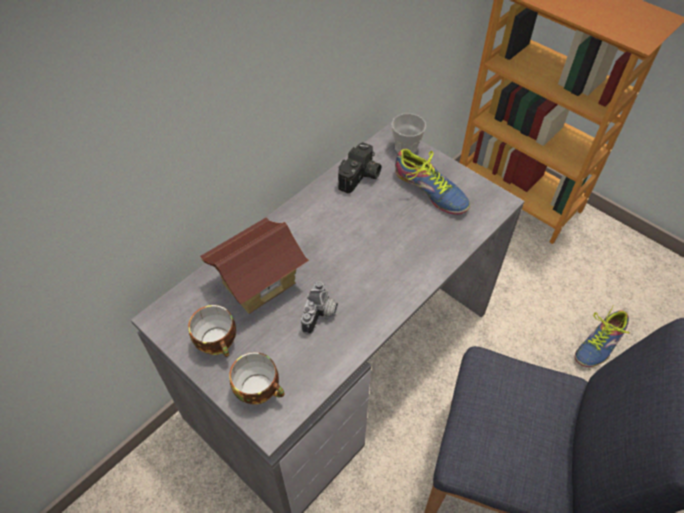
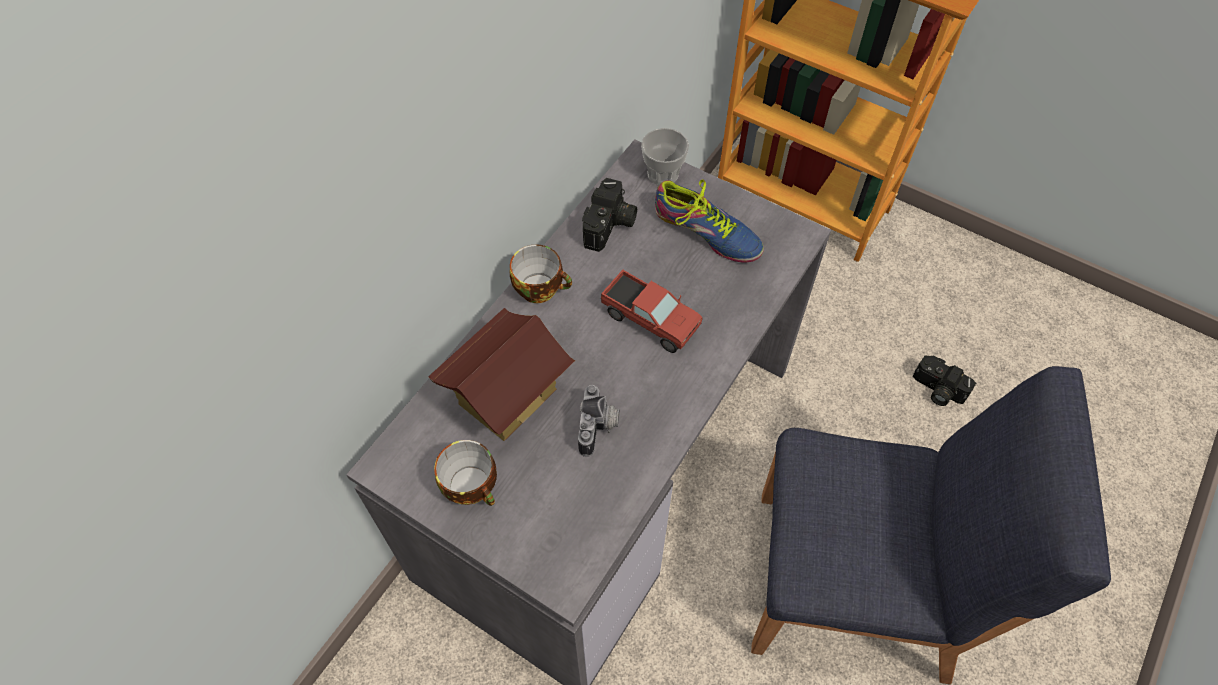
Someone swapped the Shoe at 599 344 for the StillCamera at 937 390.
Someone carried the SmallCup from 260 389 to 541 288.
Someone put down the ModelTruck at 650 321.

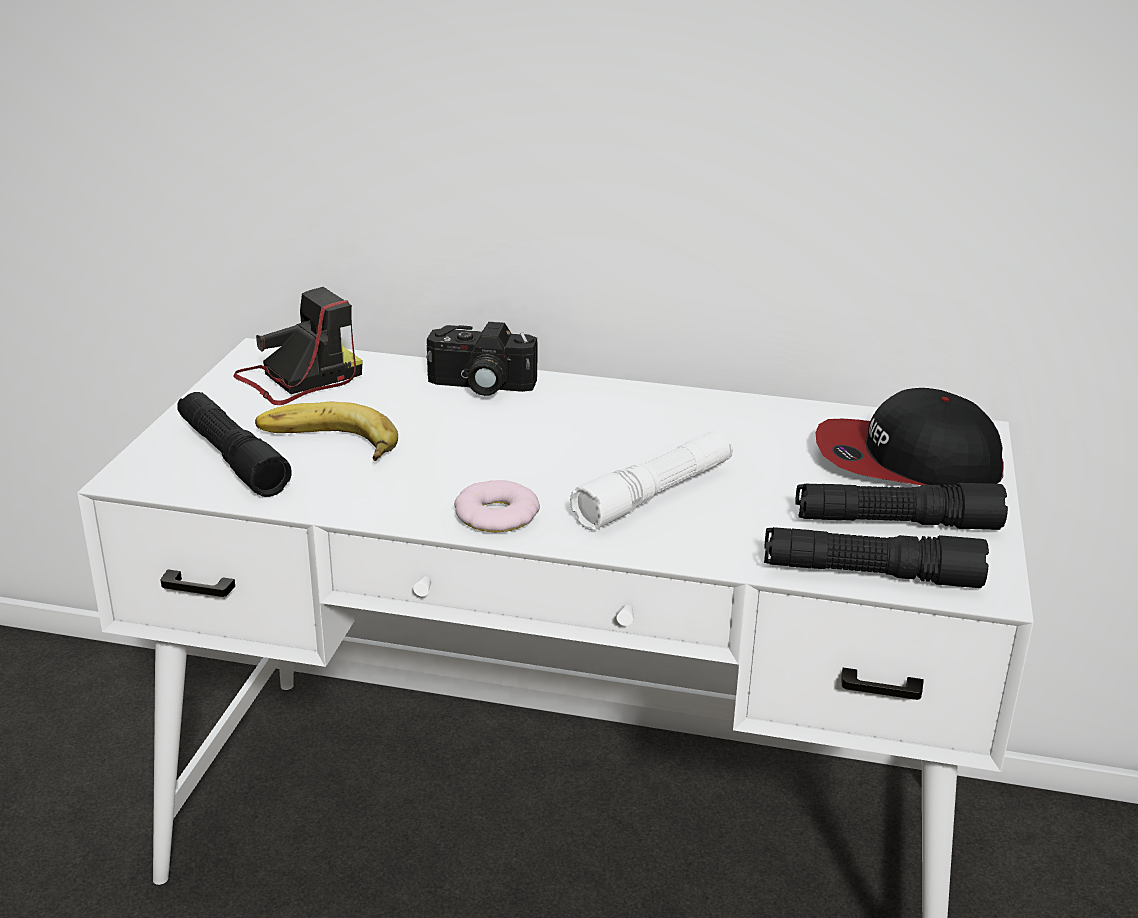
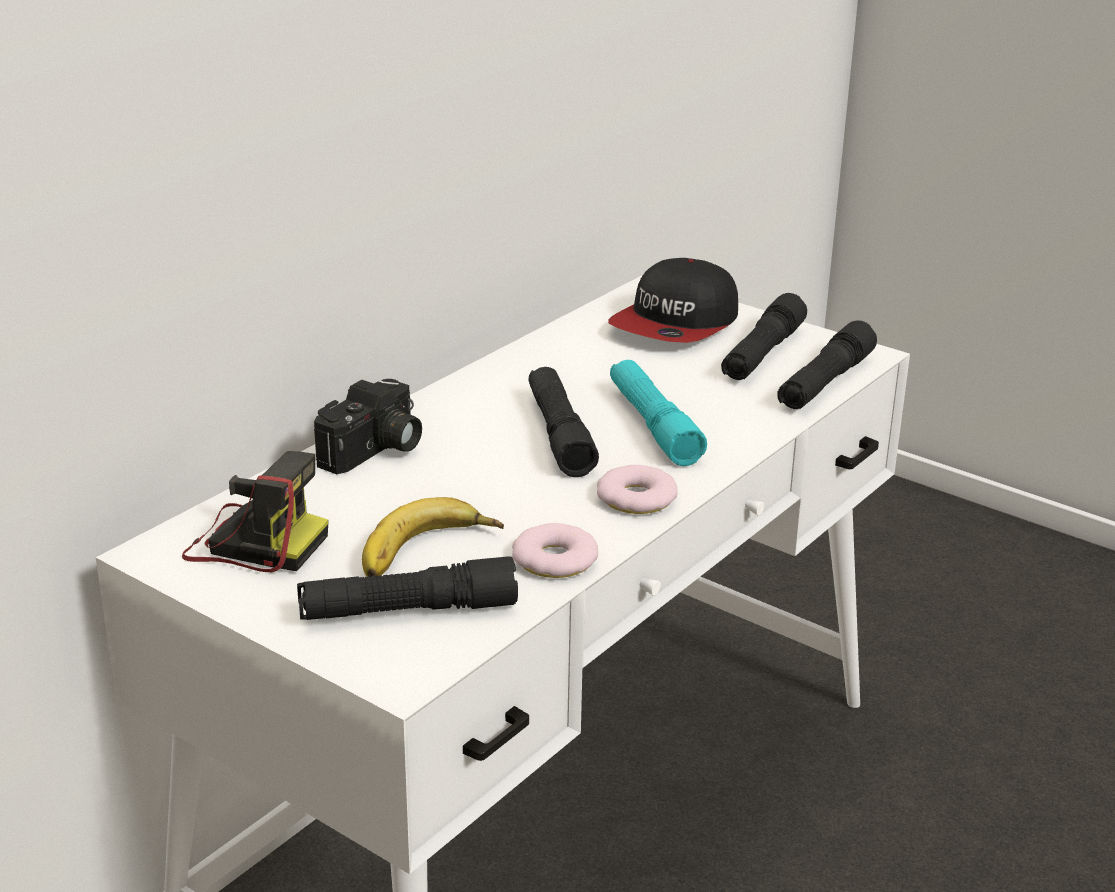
Someone rotated the StillCamera at 298 379 by 120 degrees clockwise.
Someone repainted the WhiteFlashlight at 655 494, which became the TurquoiseFlashlight at 653 425.
Someone put down the BlackFlashlight at 559 434.
Someone put down the Donut at 554 560.

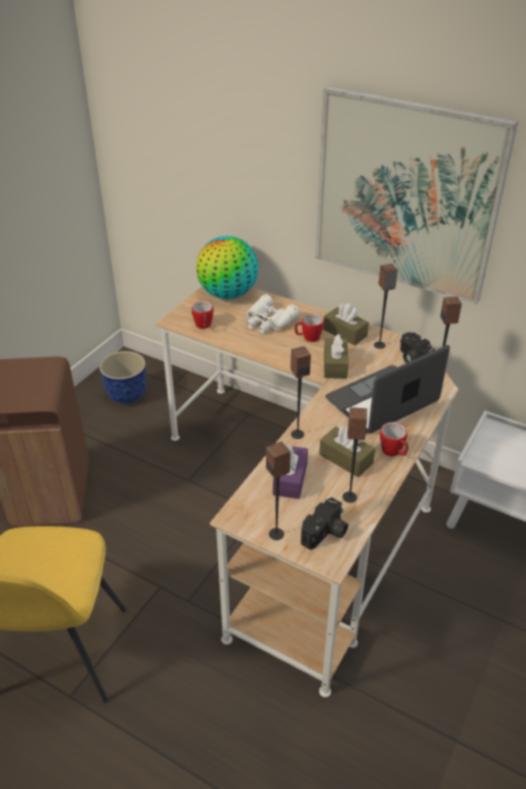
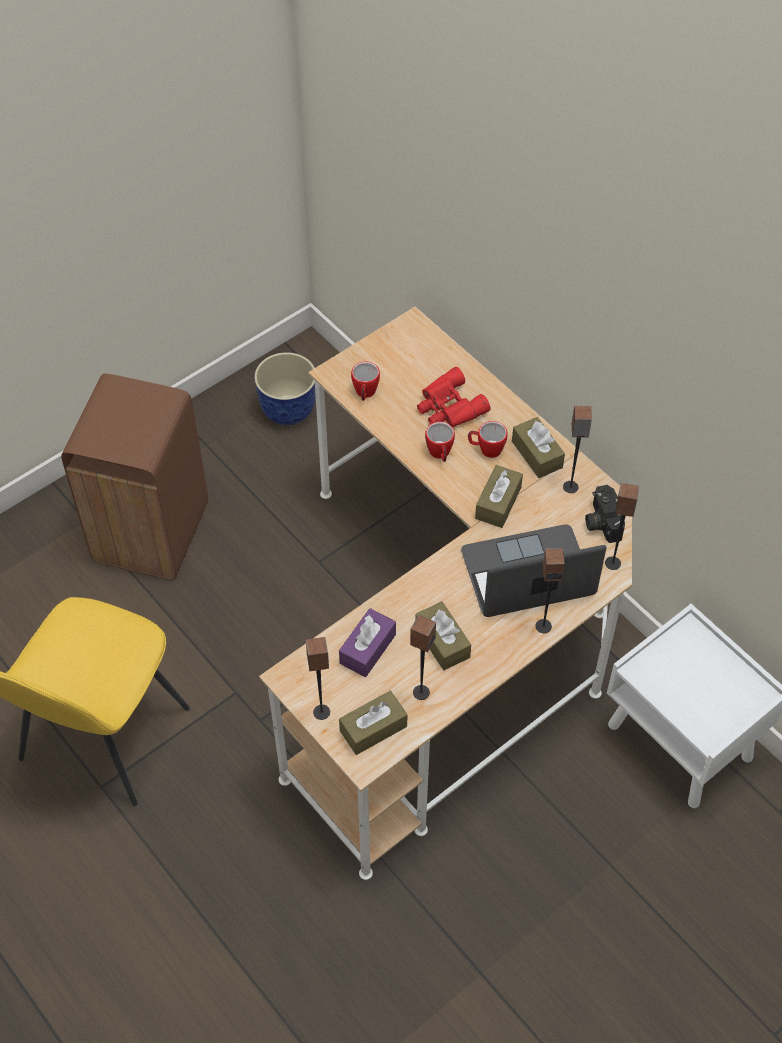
Someone took away the WallArt at 406 196.
Someone took away the DeskGlobe at 228 294.
Someone repainted the WhiteFieldGlasses at 268 321, which became the RedColouredFieldGlasses at 448 407.
Someone carried the Loudspeaker from 297 434 to 543 626.
Someone carried the Mug from 394 452 to 440 454.
Someone swapped the StillCamera at 325 533 for the BrownishTissueHolder at 373 728.

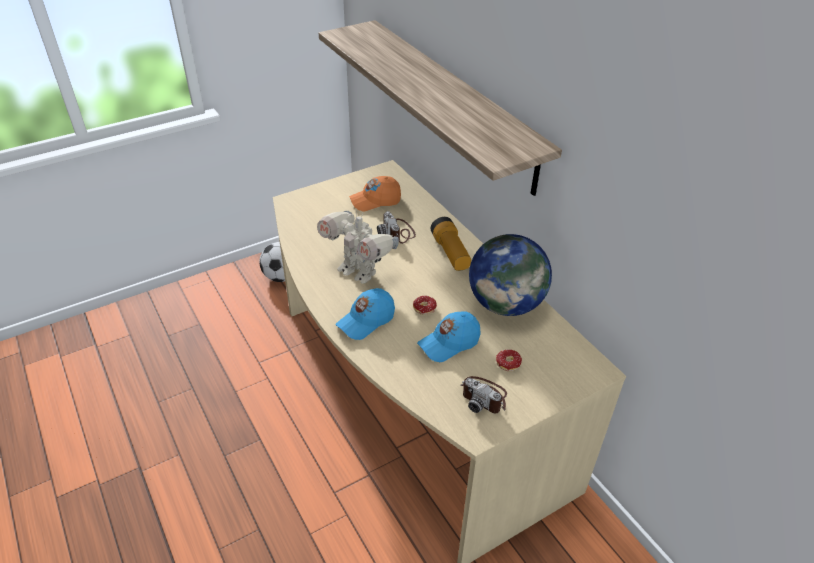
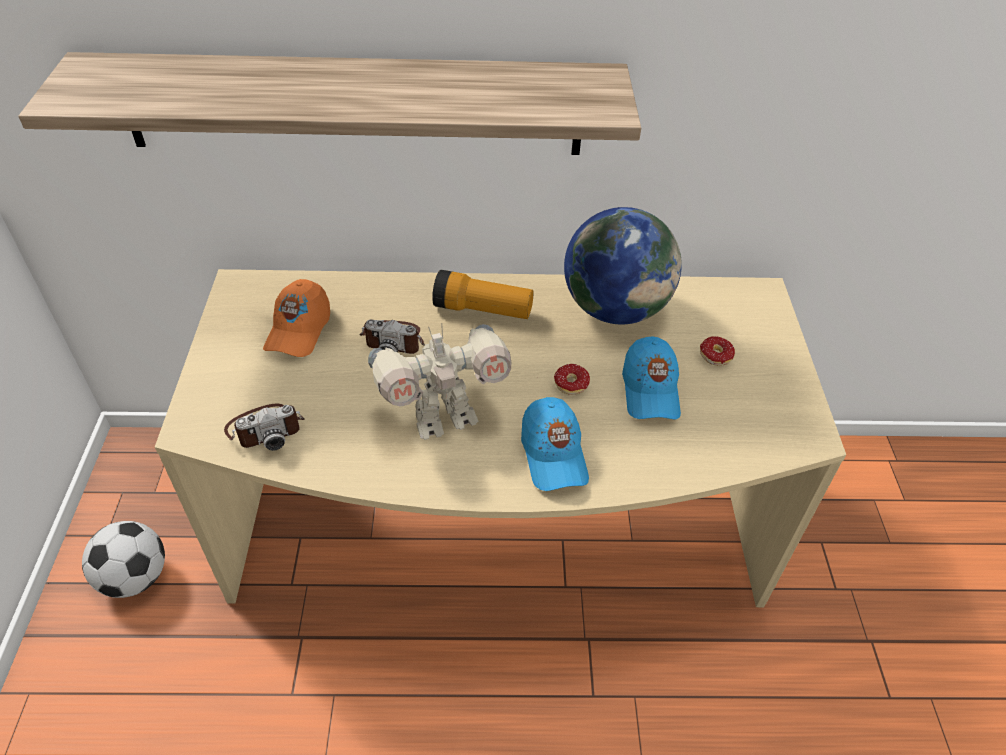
Someone carried the StillCamera from 484 396 to 265 428.

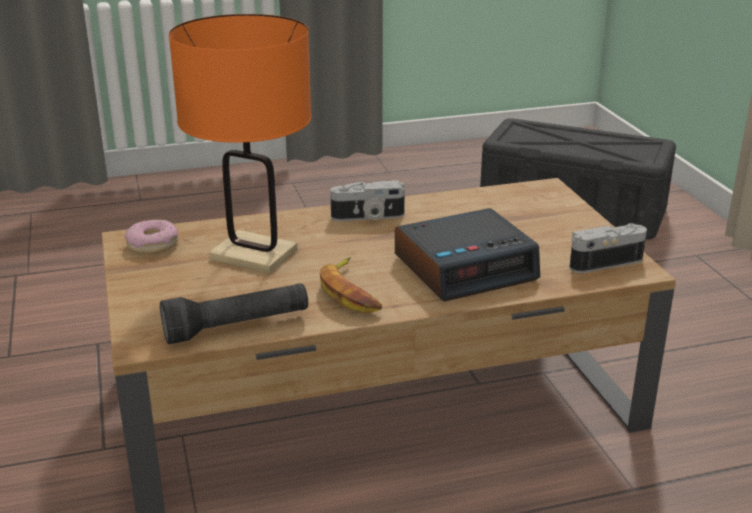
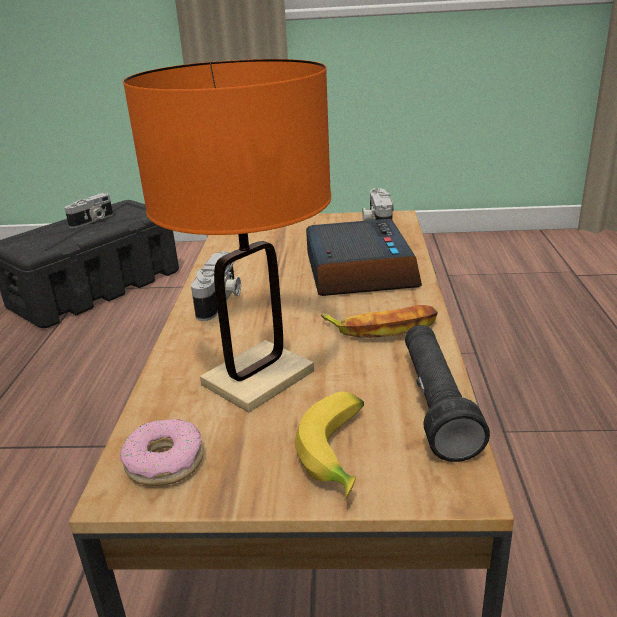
Someone put down the StillCamera at 93 220.
Someone put down the BananaFruit at 342 454.

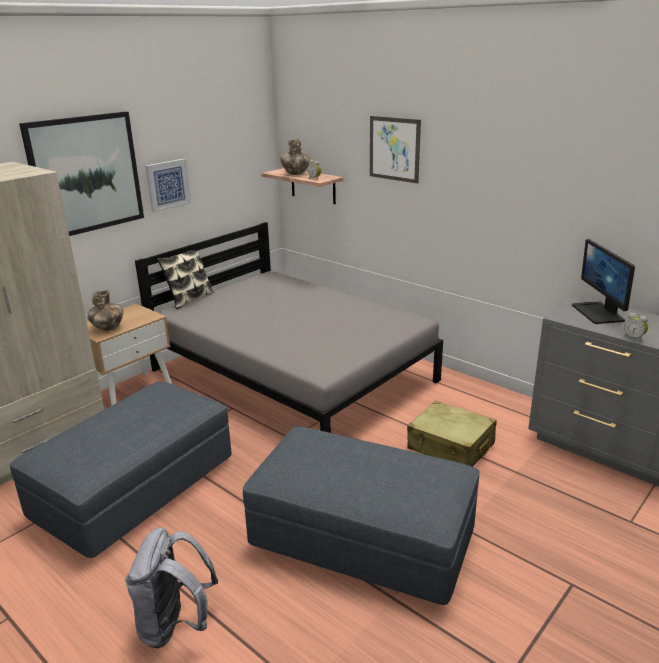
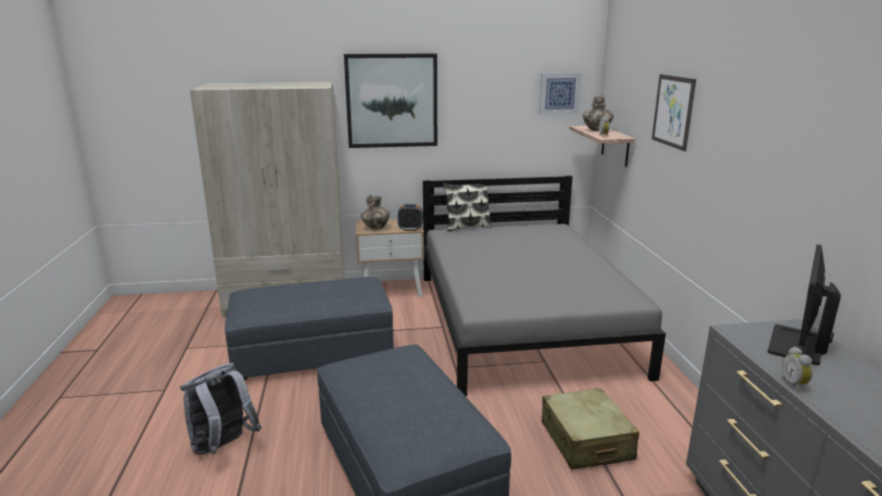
Someone carried the WallArt from 168 185 to 559 93.
Someone put down the AlarmClock at 410 229.

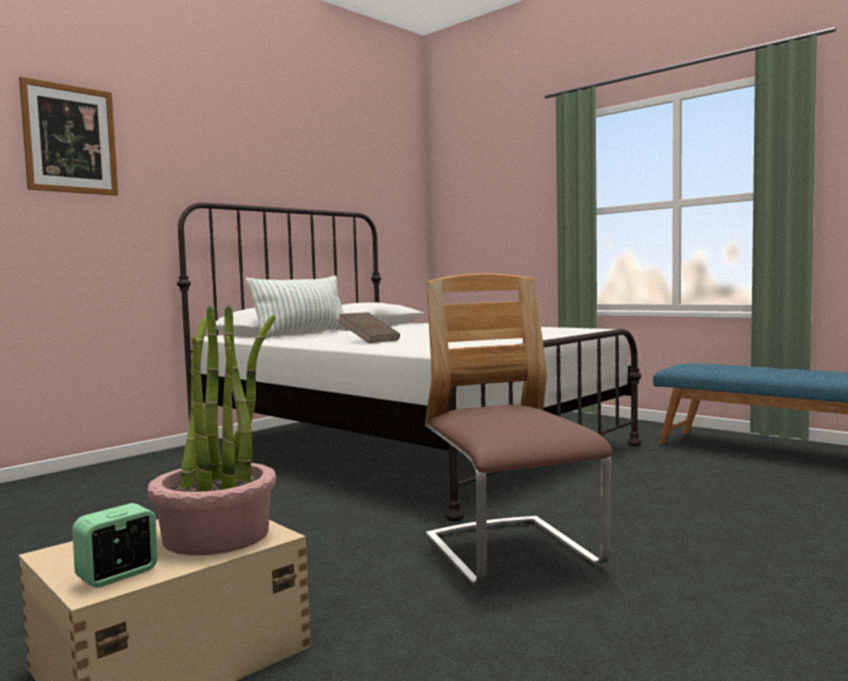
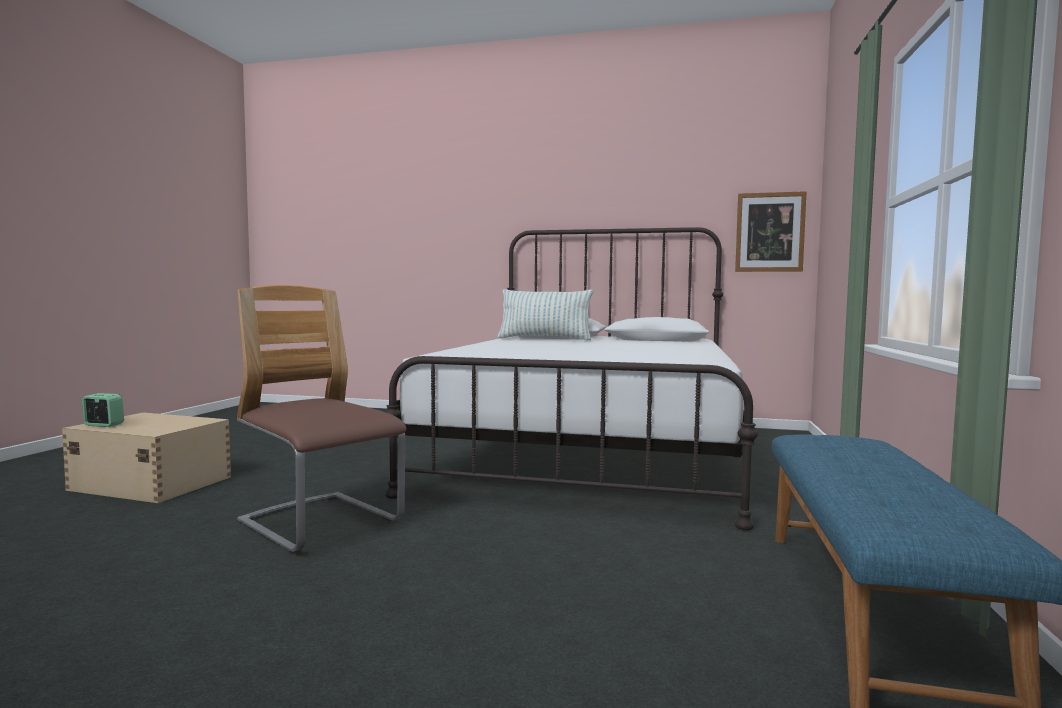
Someone carried the WallArt from 70 139 to 769 232.
Someone rotated the Chair at 511 553 by 90 degrees counterclockwise.
Someone took away the Houseplant at 217 535.
Someone took away the BrownishVolume at 369 341.

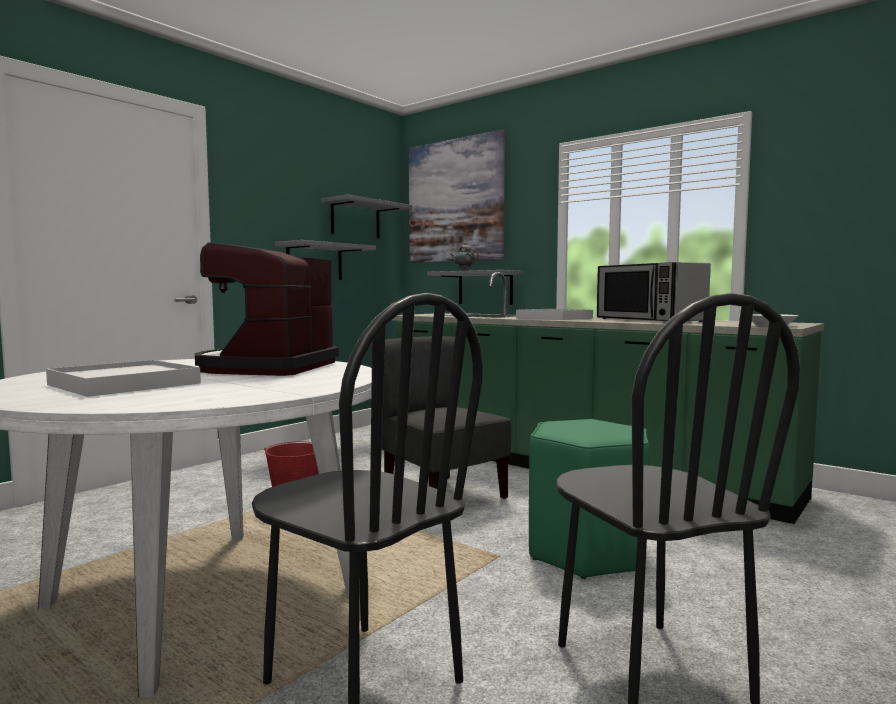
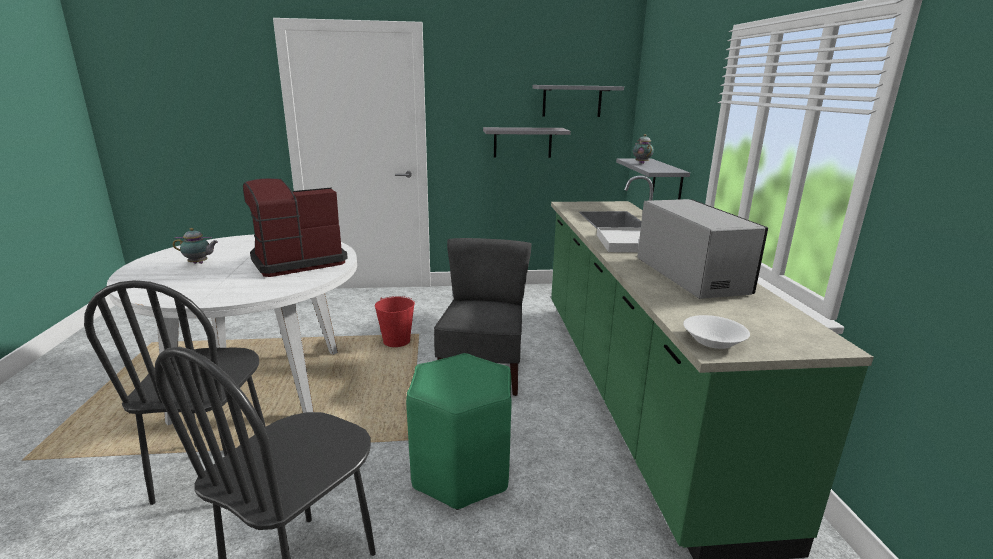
Someone took away the WallArt at 455 201.
Someone rotated the Microwave at 649 320 by 150 degrees clockwise.
Someone swapped the WhiteCarryingTray at 124 384 for the Teapot at 199 263.

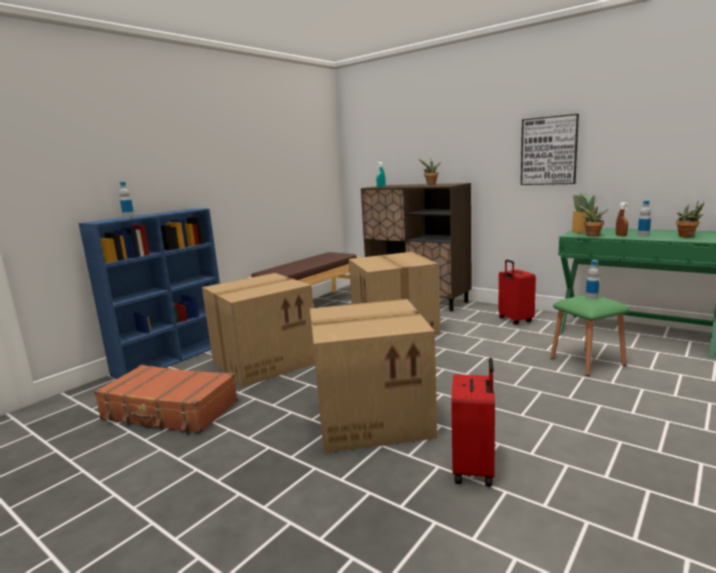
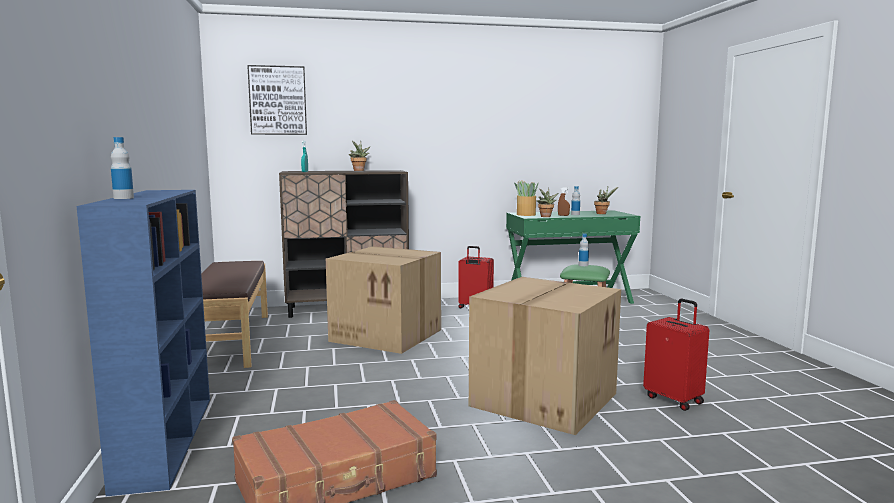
Someone carried the WallArt from 549 151 to 278 100.
Someone took away the Carton at 265 361.

